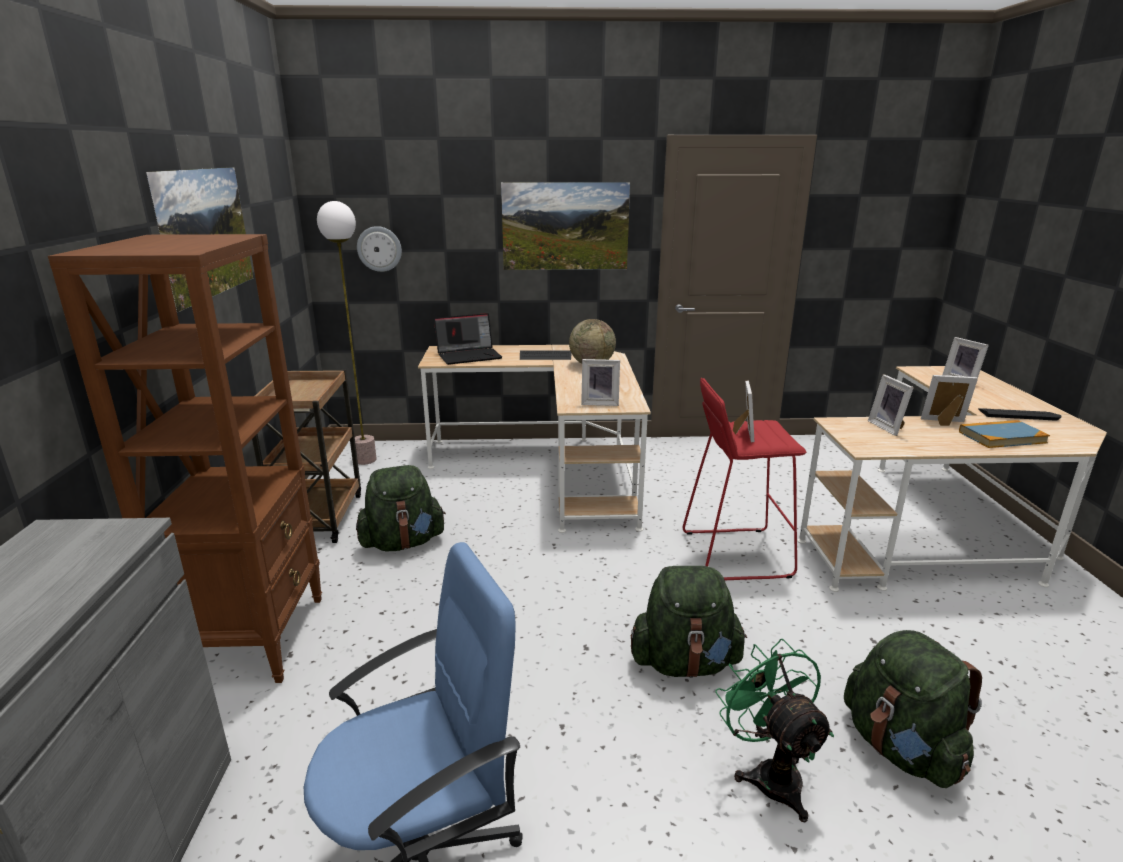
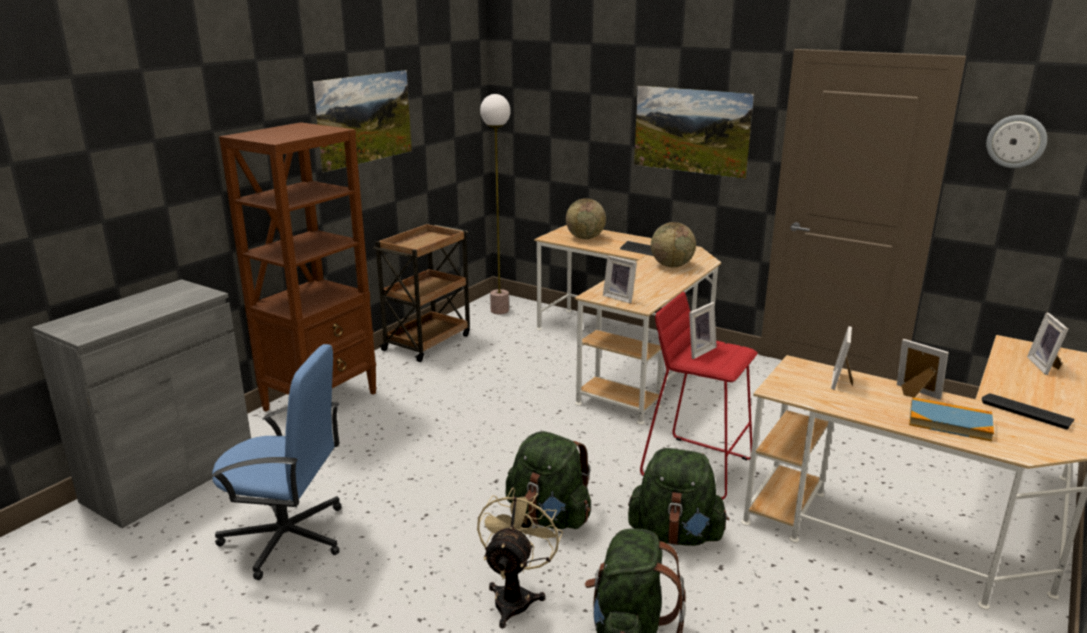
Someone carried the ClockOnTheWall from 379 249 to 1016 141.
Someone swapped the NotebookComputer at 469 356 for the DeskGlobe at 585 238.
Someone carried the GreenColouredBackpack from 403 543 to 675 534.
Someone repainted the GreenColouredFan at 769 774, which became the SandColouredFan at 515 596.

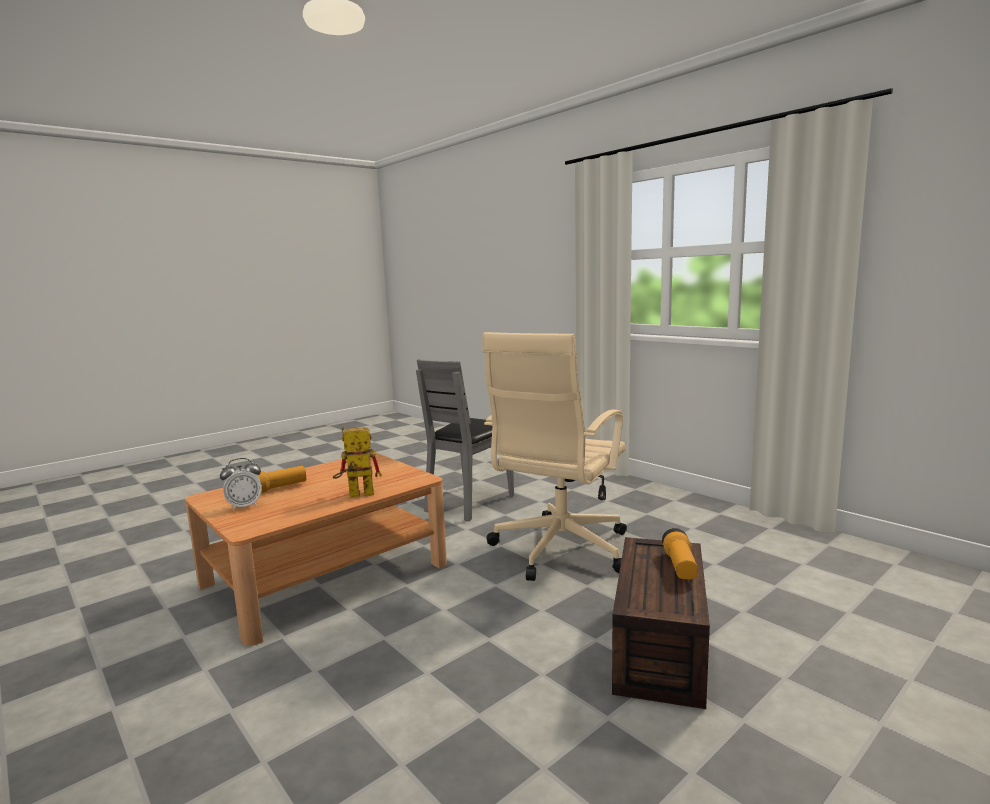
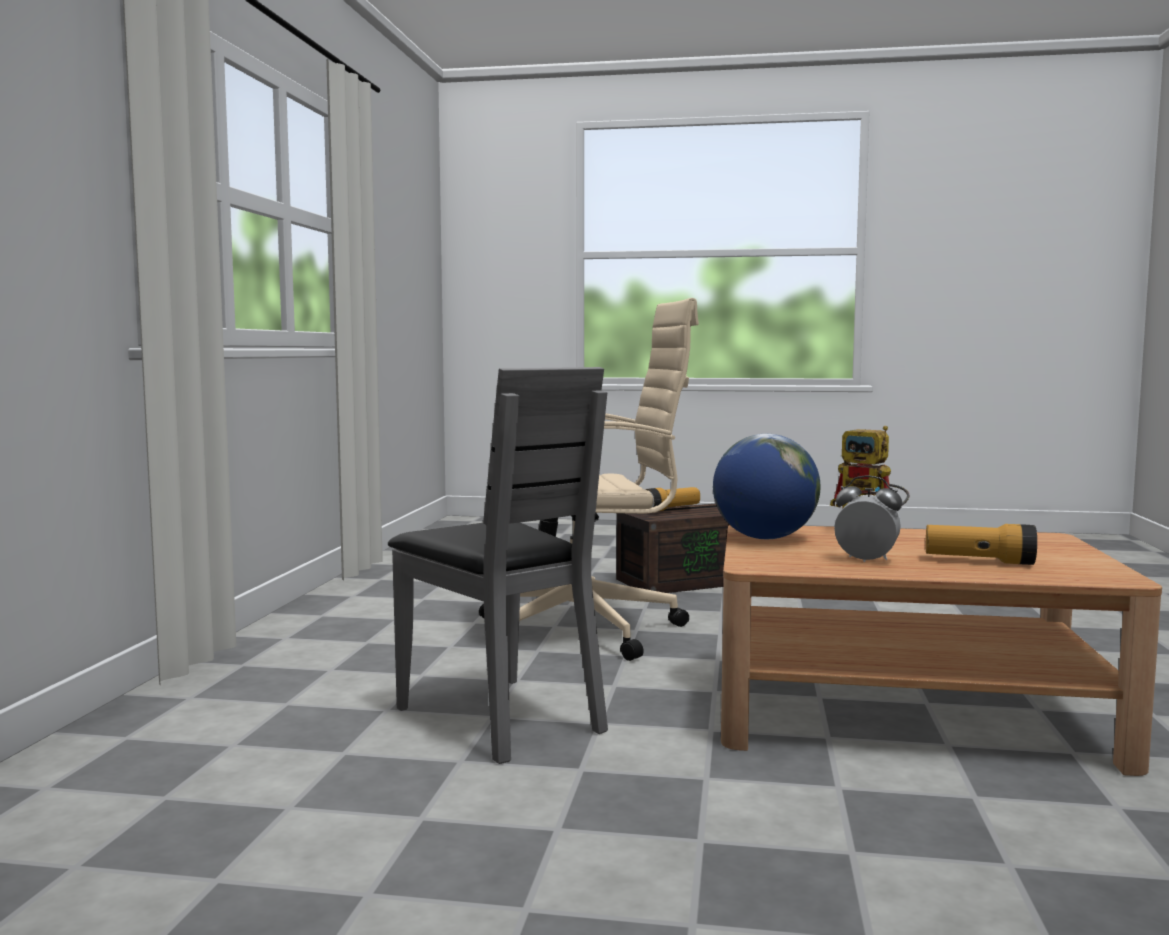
Someone rotated the GreyChair at 469 502 by 60 degrees clockwise.
Someone carried the AlarmClock from 244 506 to 866 560.
Someone put down the DeskGlobe at 765 538.

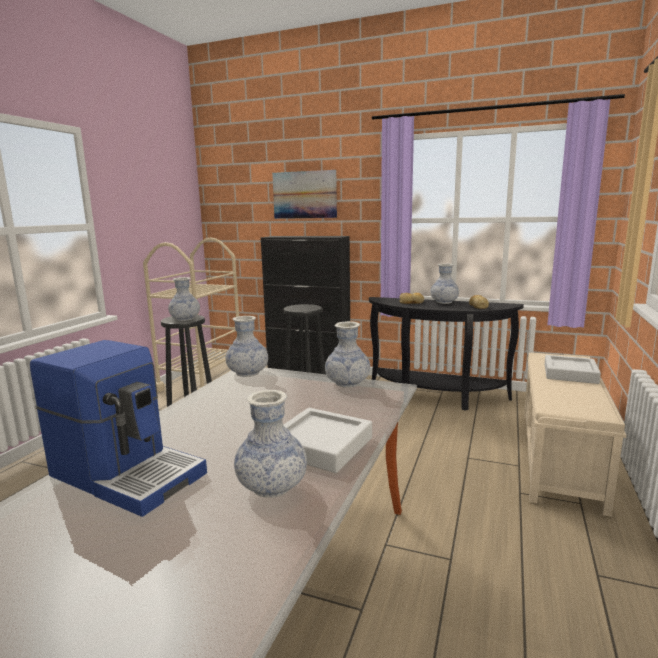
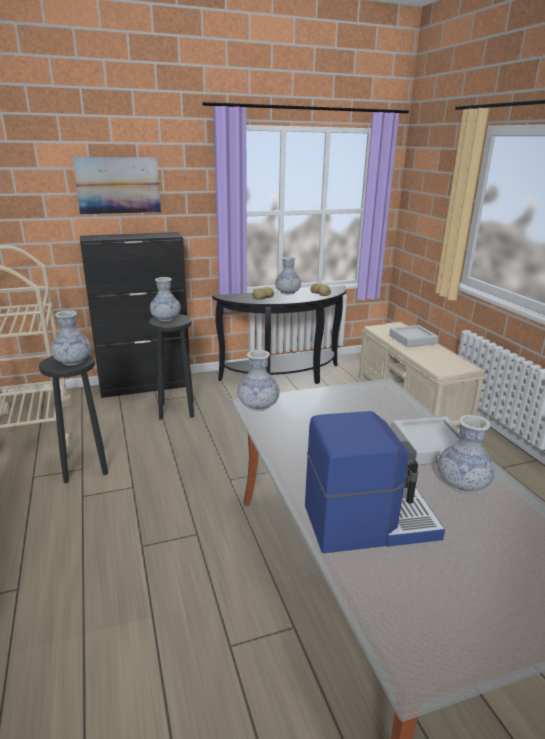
Someone carried the FlowerVase from 347 383 to 166 318.

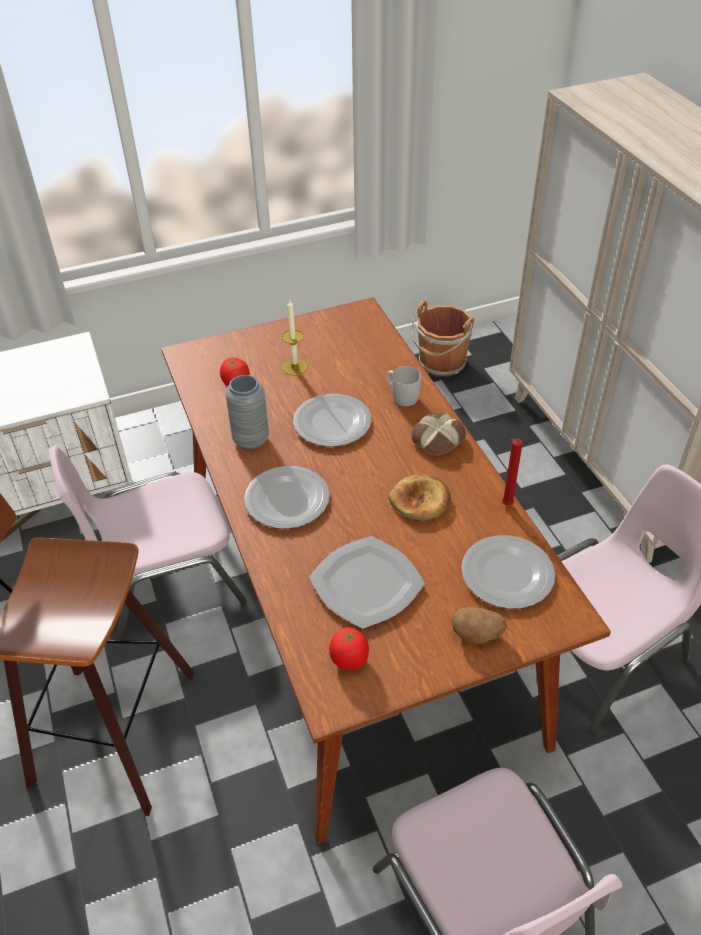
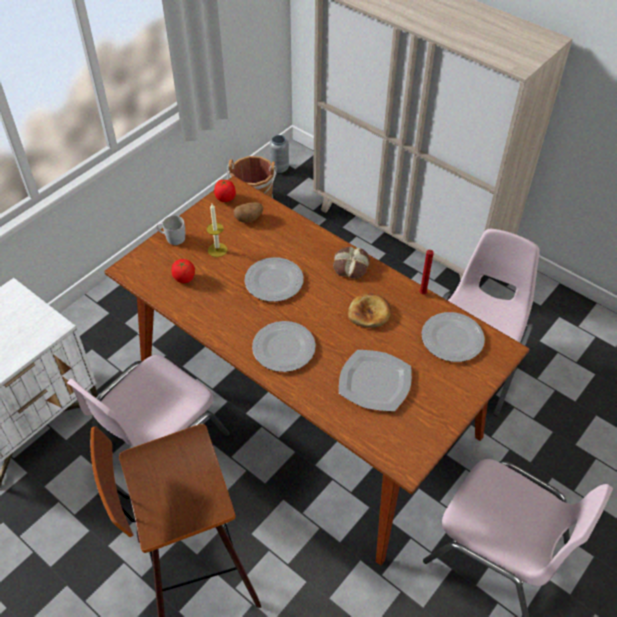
Someone carried the WhiteMug from 401 396 to 172 238.
Someone carried the GreyFlowerVase from 251 440 to 279 168.
Someone carried the WholePotato from 477 634 to 249 218.
Someone carried the FreshTomato from 350 660 to 225 198.

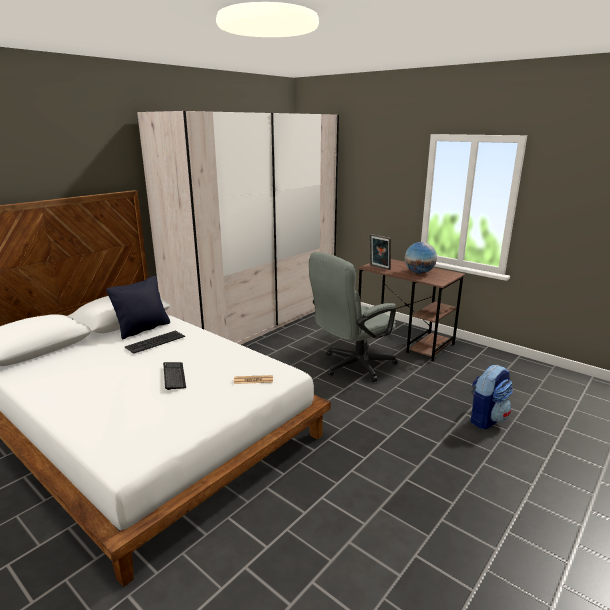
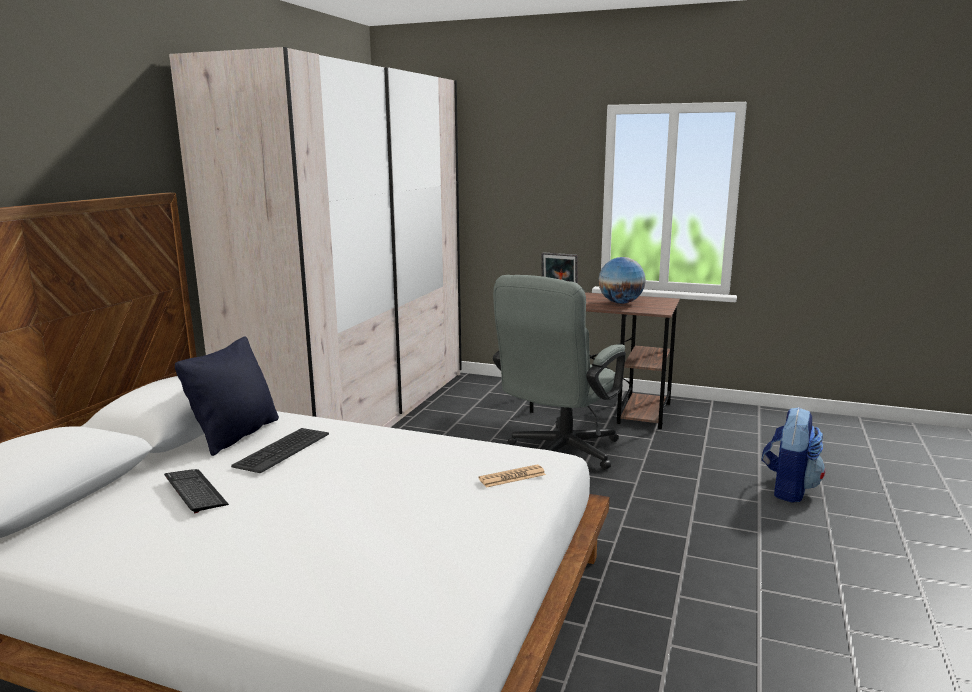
Someone carried the ComputerKeyboard from 174 376 to 195 491.

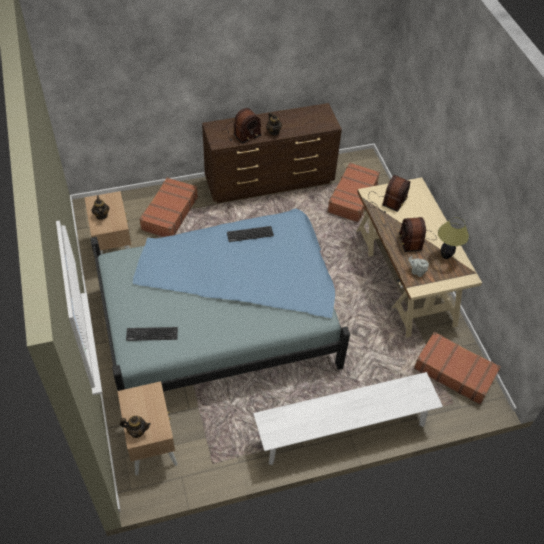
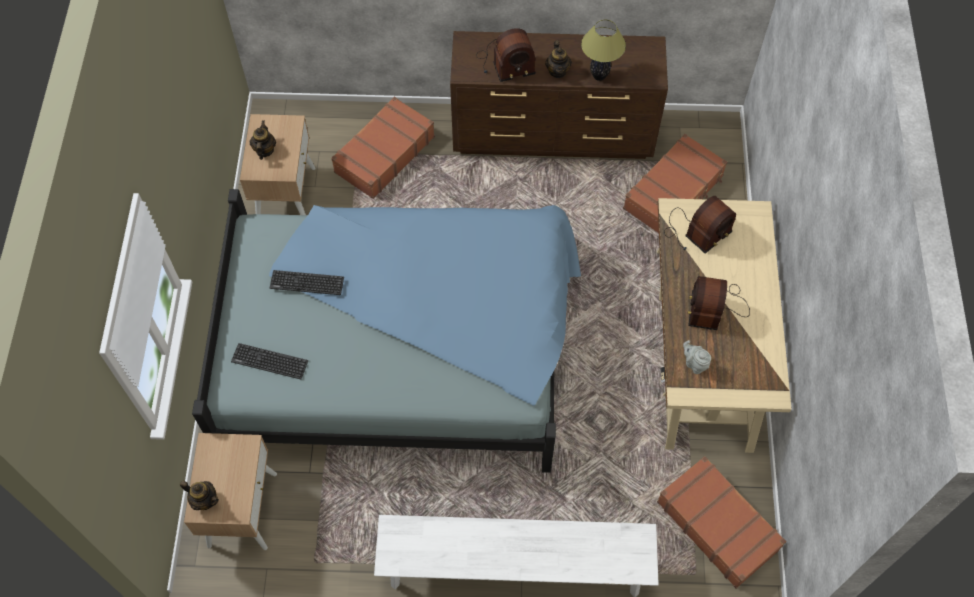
Someone carried the LampForATable from 446 256 to 599 76.
Someone carried the ComputerKeyboard from 250 234 to 307 283.

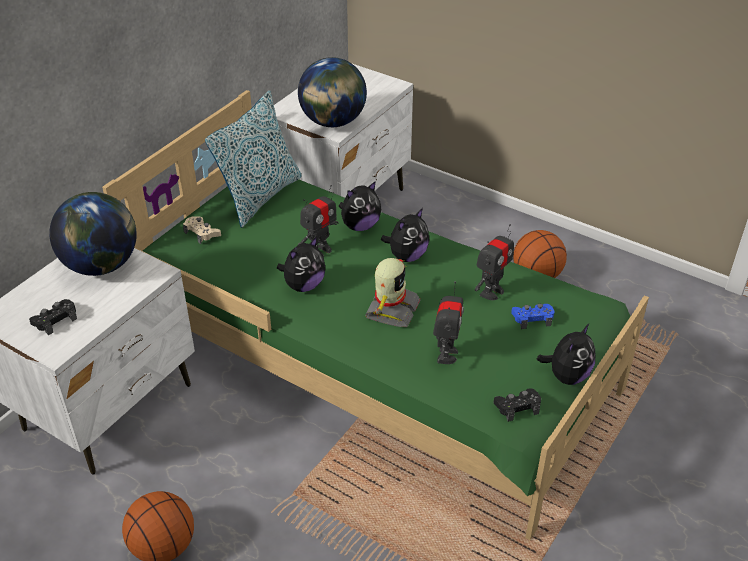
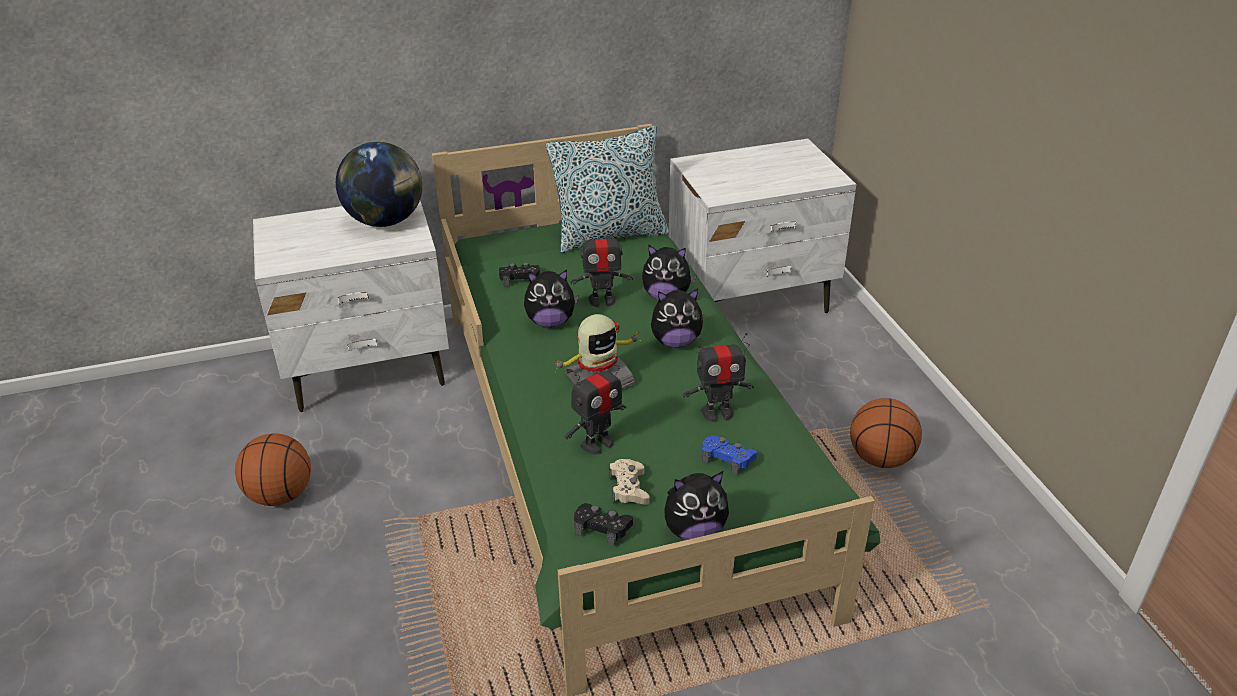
Someone took away the DeskGlobe at 333 122.
Someone carried the SandColouredGamepad from 202 233 to 628 488.
Someone carried the BlackGamepad from 55 320 to 520 278.

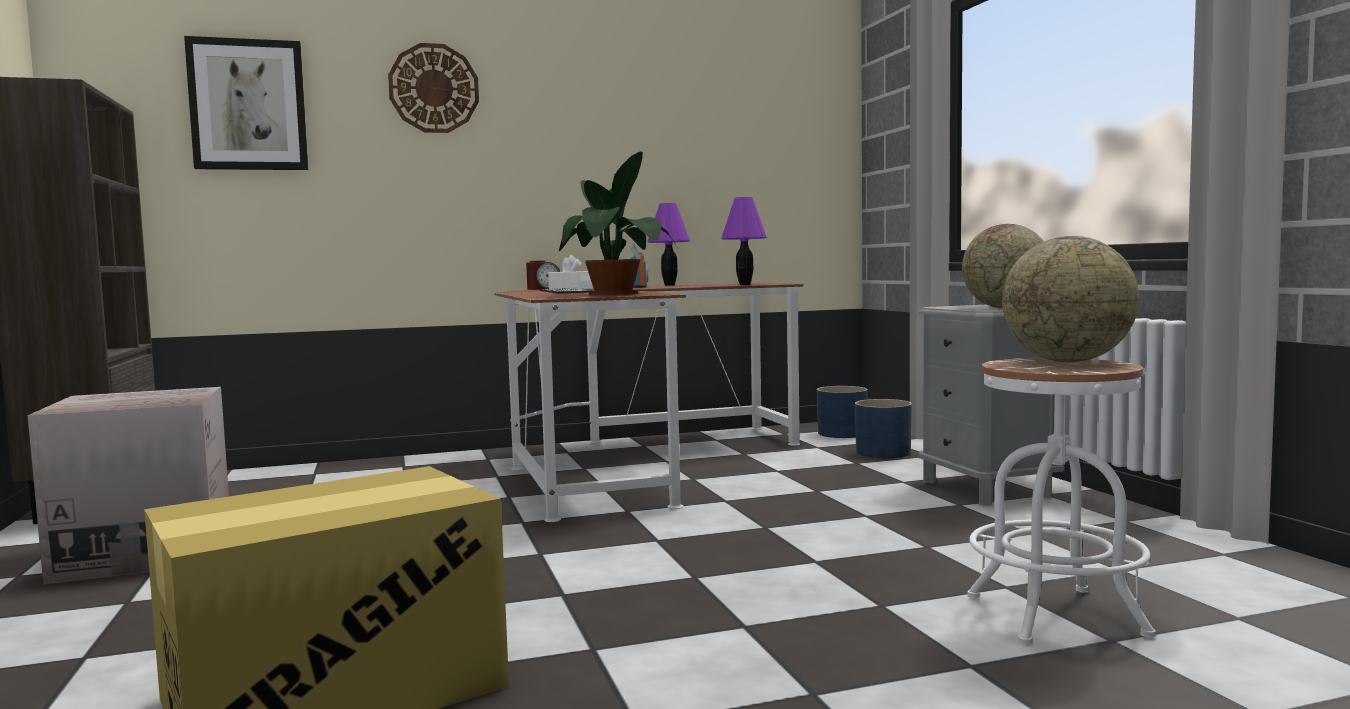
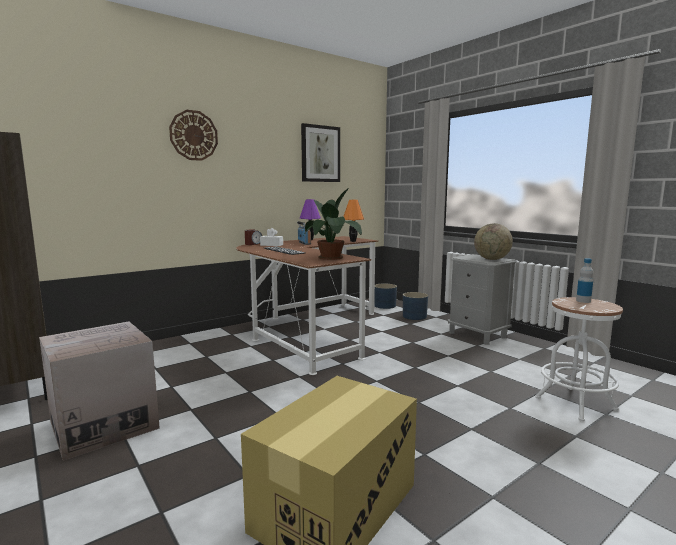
Someone carried the WallArt from 248 105 to 320 154.
Someone repainted the PurpleColouredLampForATable at 745 284, which became the OrangeLampForATable at 353 241.
Someone swapped the DeskGlobe at 1067 361 for the Bottle at 583 301.

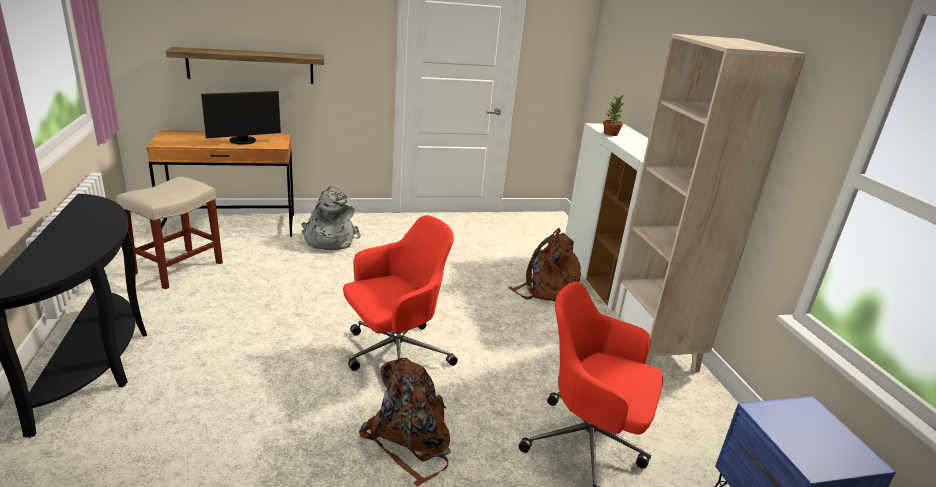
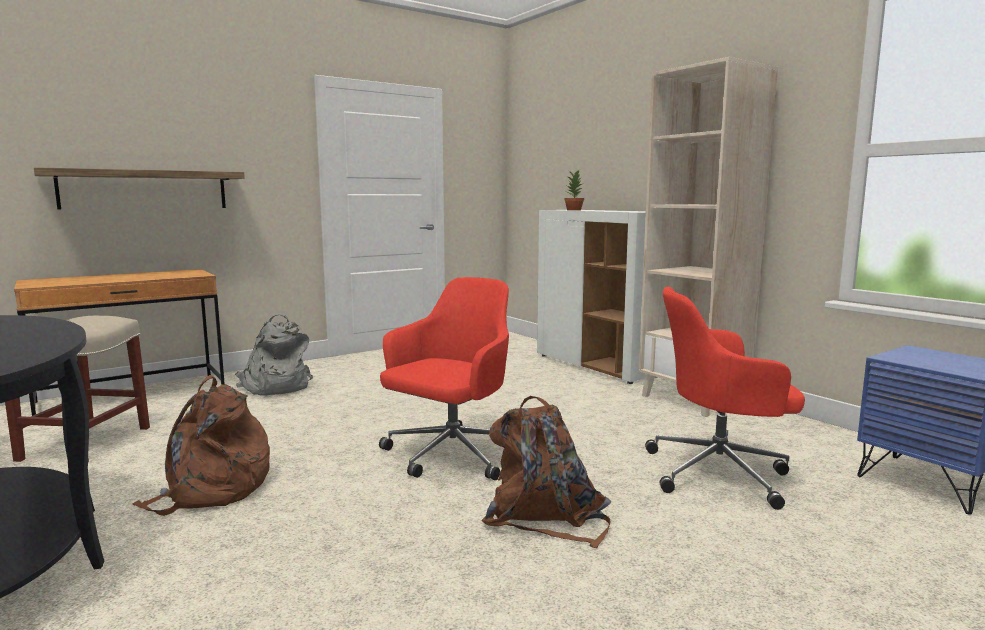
Someone took away the ComputerScreen at 243 141.
Someone carried the BrownishBackpack from 546 289 to 212 490.

